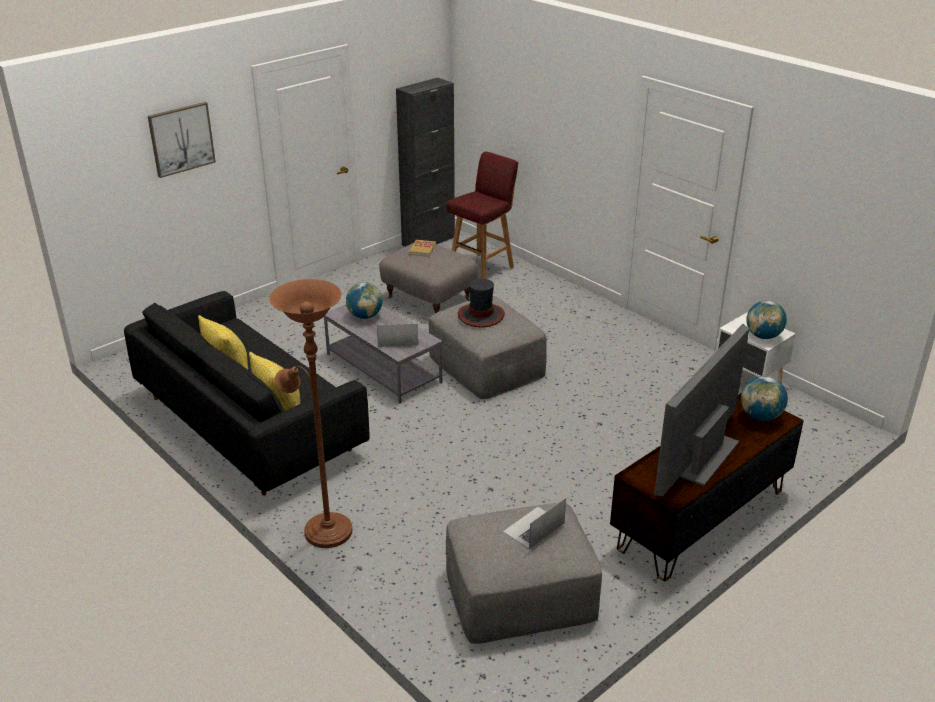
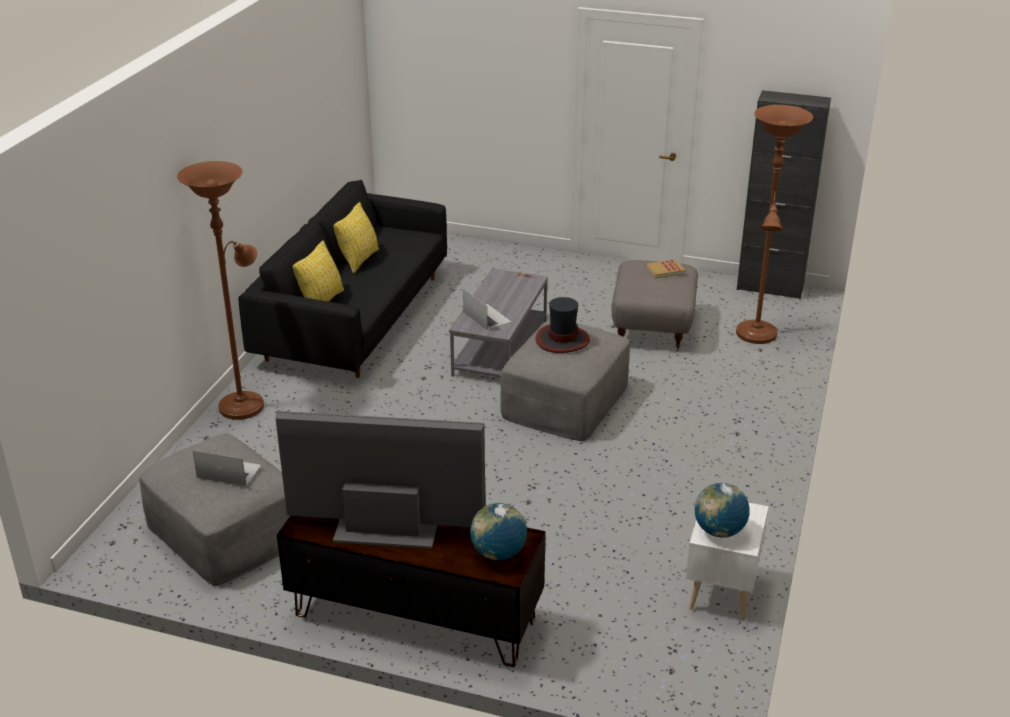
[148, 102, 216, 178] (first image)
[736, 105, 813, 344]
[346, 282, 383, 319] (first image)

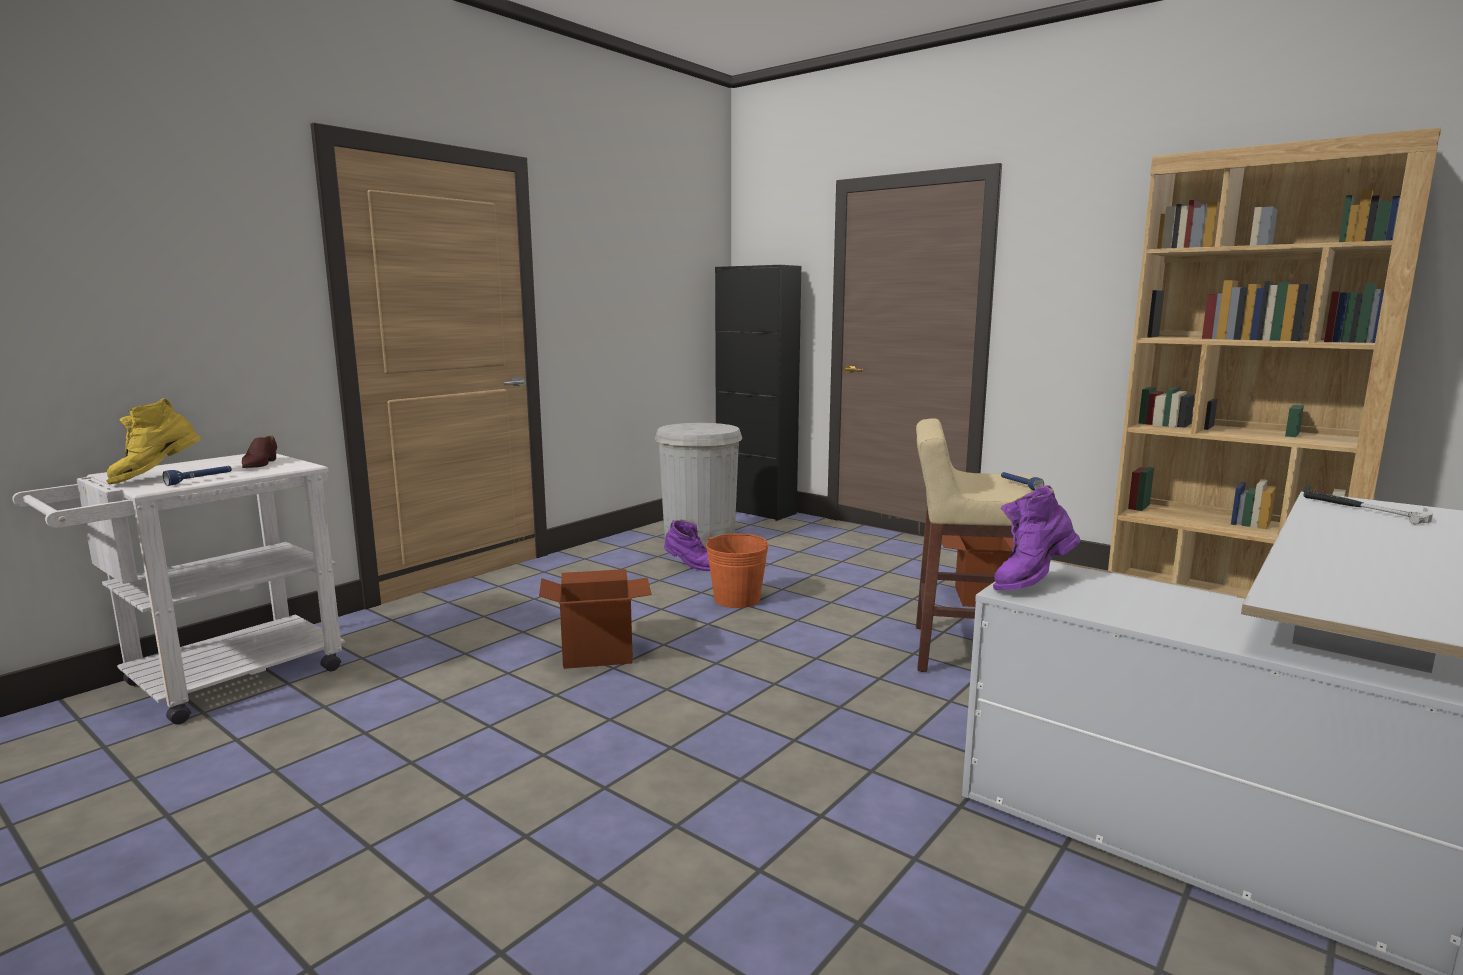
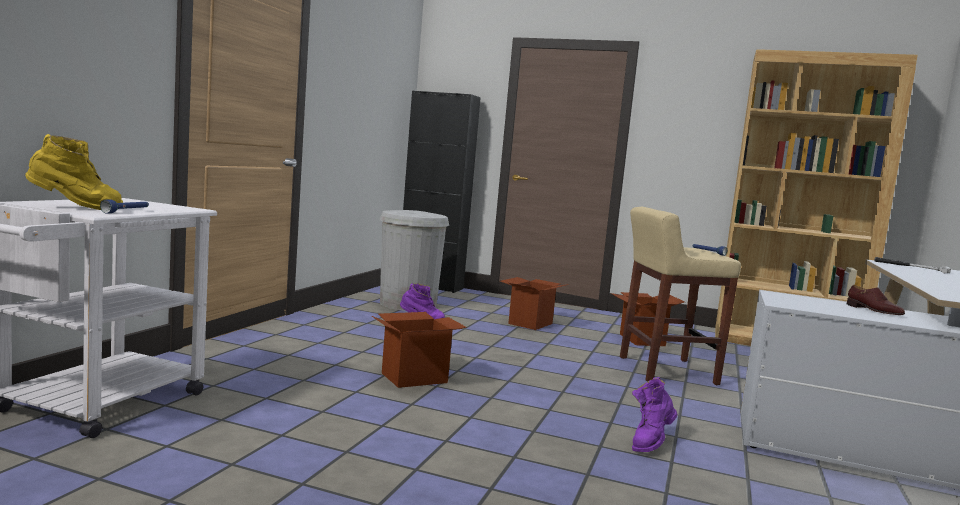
[25, 134, 123, 210]
[847, 285, 905, 315]
[632, 377, 677, 452]
[706, 534, 769, 608] (first image)
[500, 277, 569, 330]

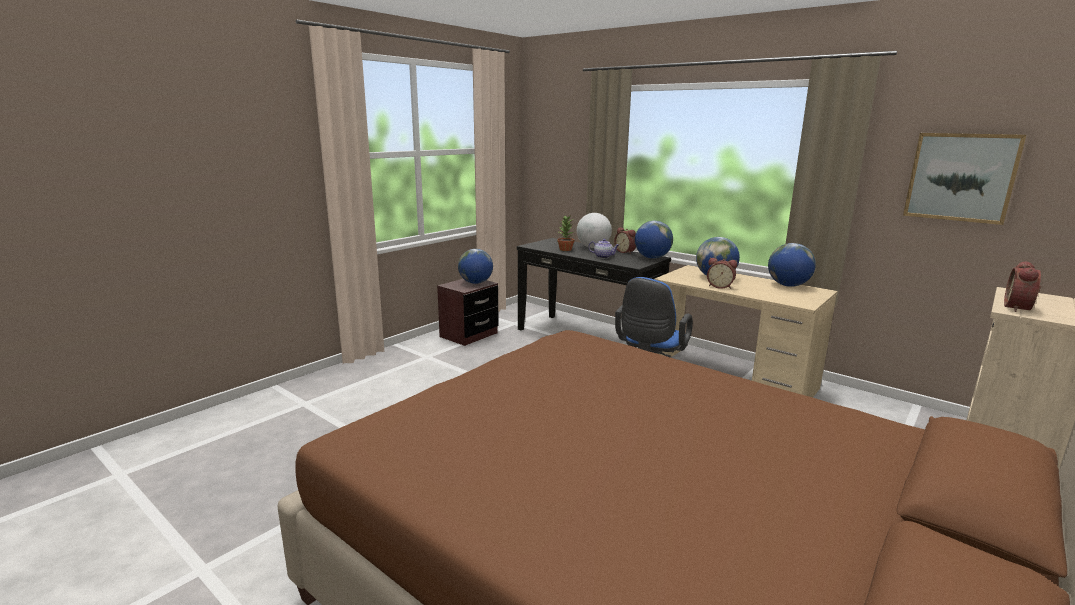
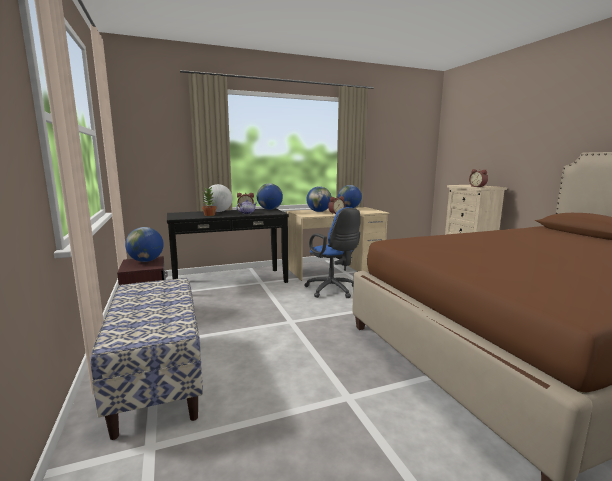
[903, 133, 1026, 225] (first image)
[91, 278, 203, 440]

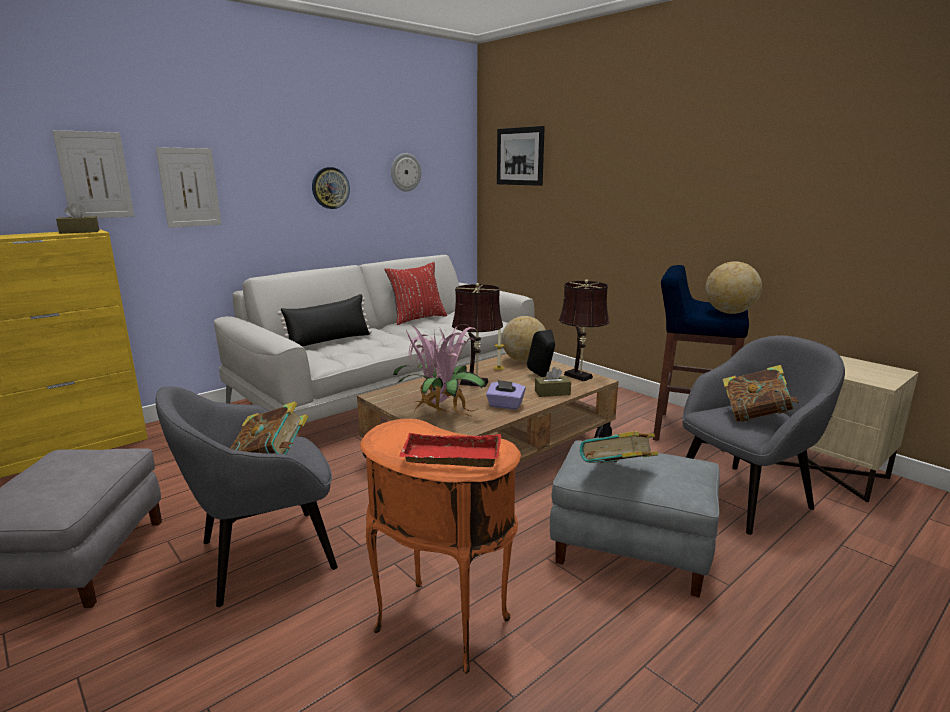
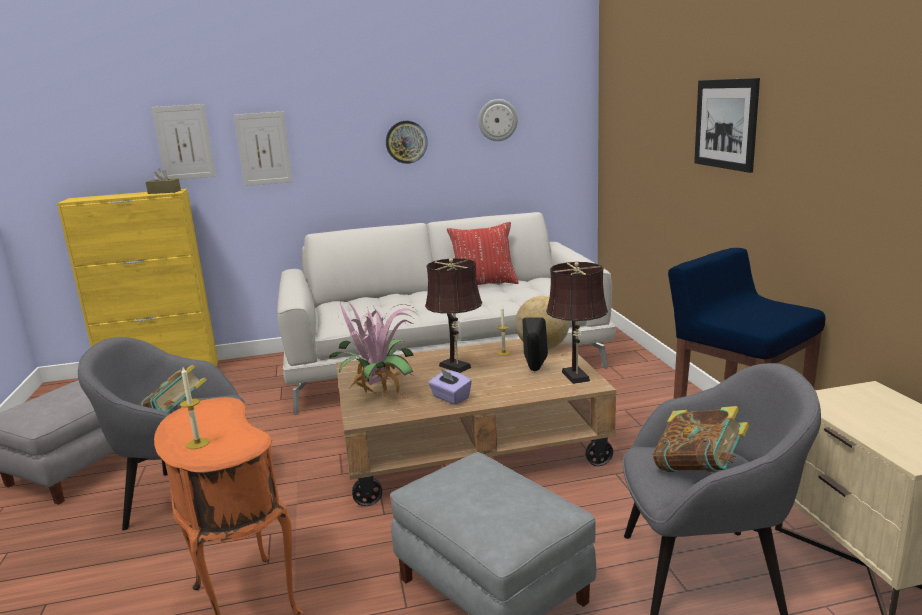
[694, 78, 760, 173]
[705, 261, 762, 314] (first image)
[277, 294, 372, 347] (first image)
[535, 367, 571, 397] (first image)
[580, 431, 658, 463] (first image)
[180, 367, 209, 449]

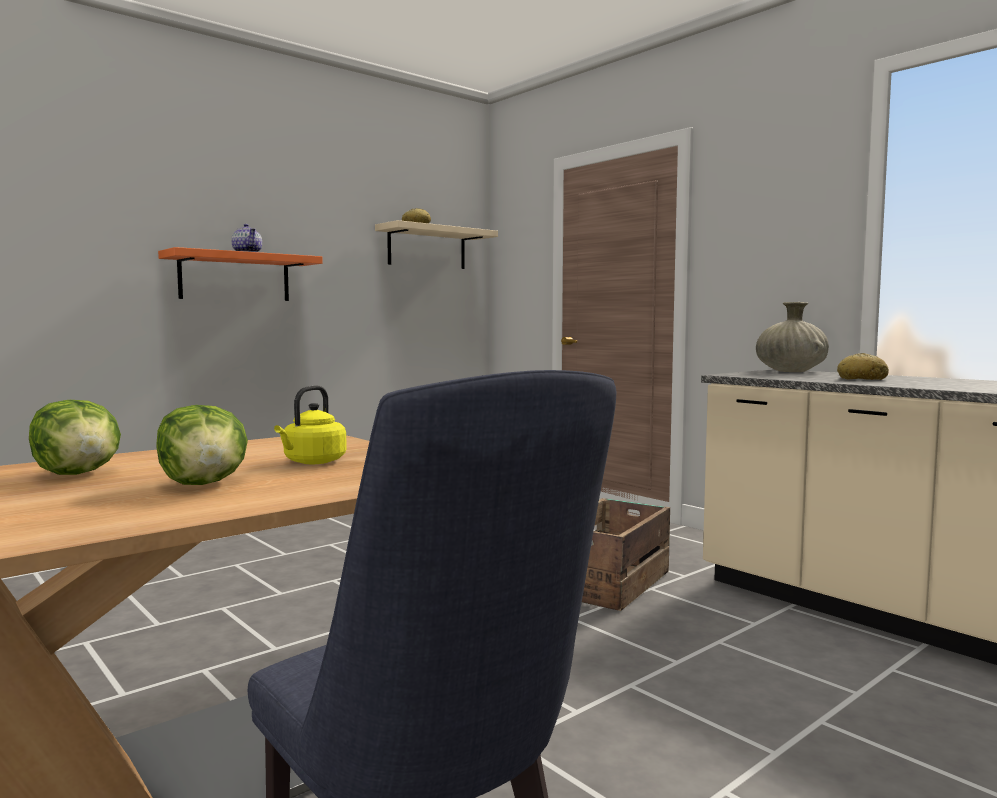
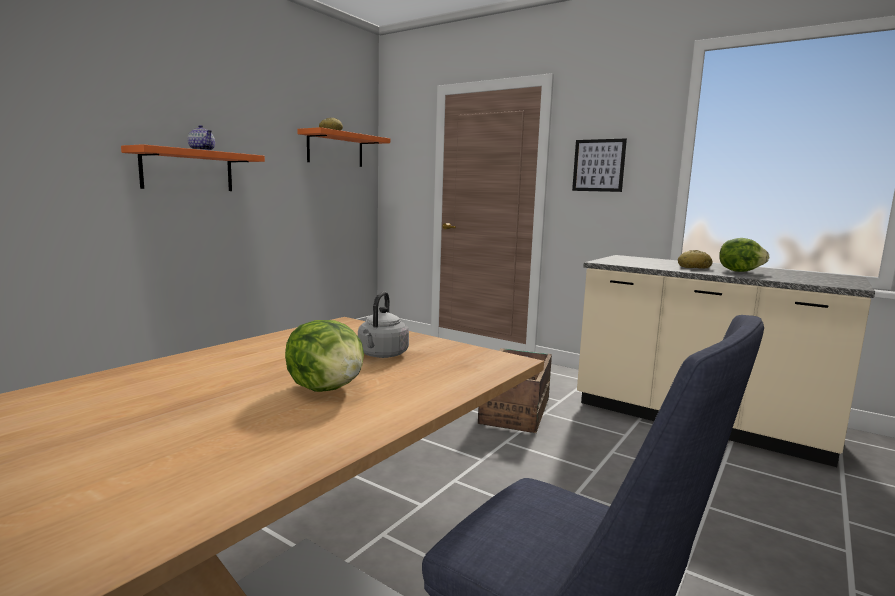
[297, 127, 390, 167]
[756, 302, 829, 372] (first image)
[358, 291, 409, 358]
[719, 238, 770, 272]
[572, 138, 627, 192]

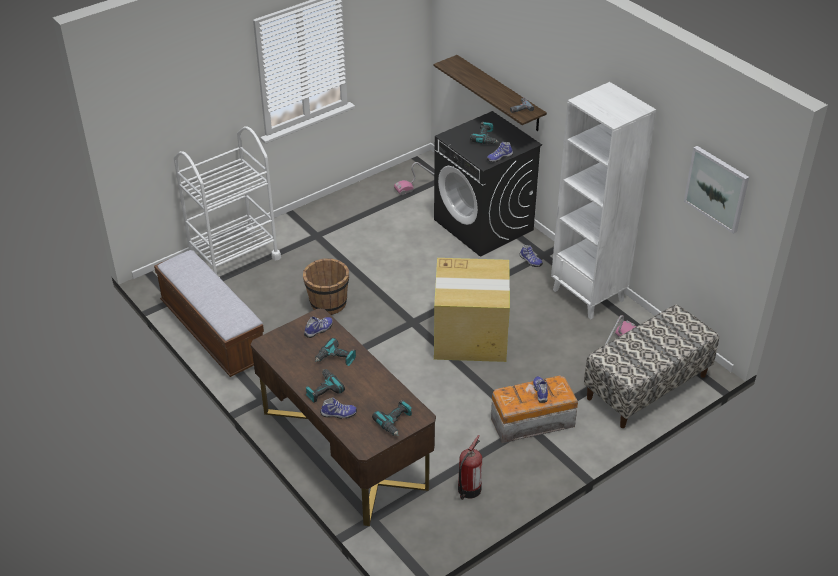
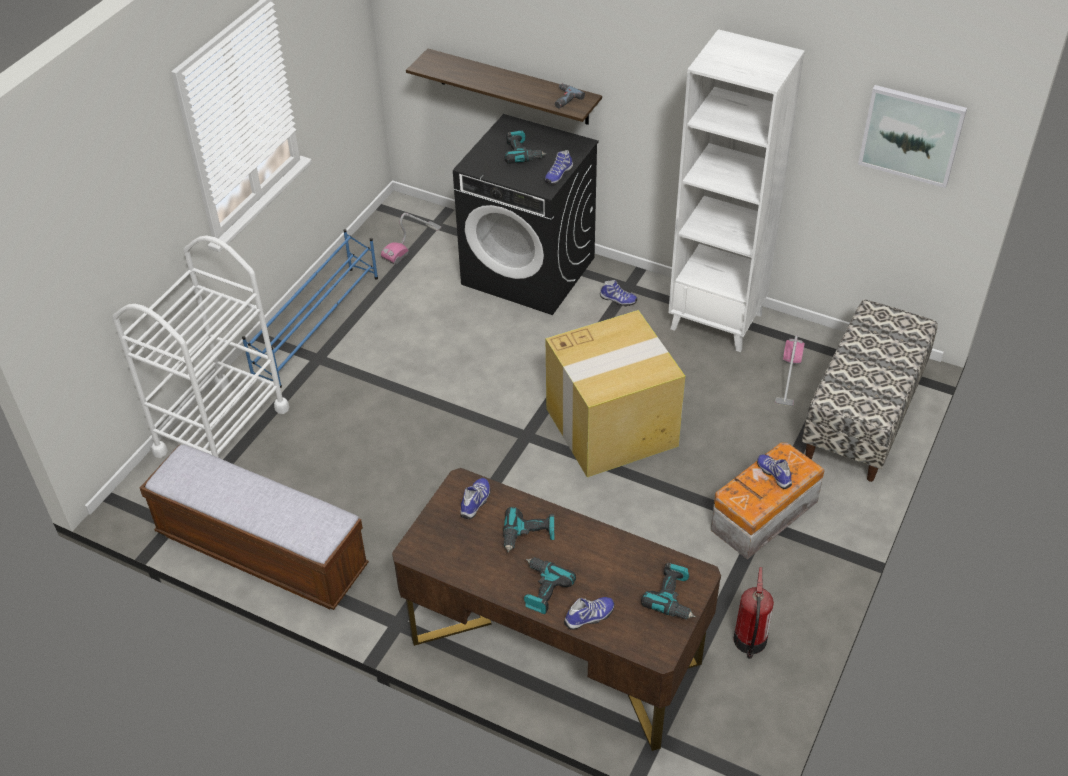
[303, 258, 349, 315] (first image)
[242, 229, 378, 388]

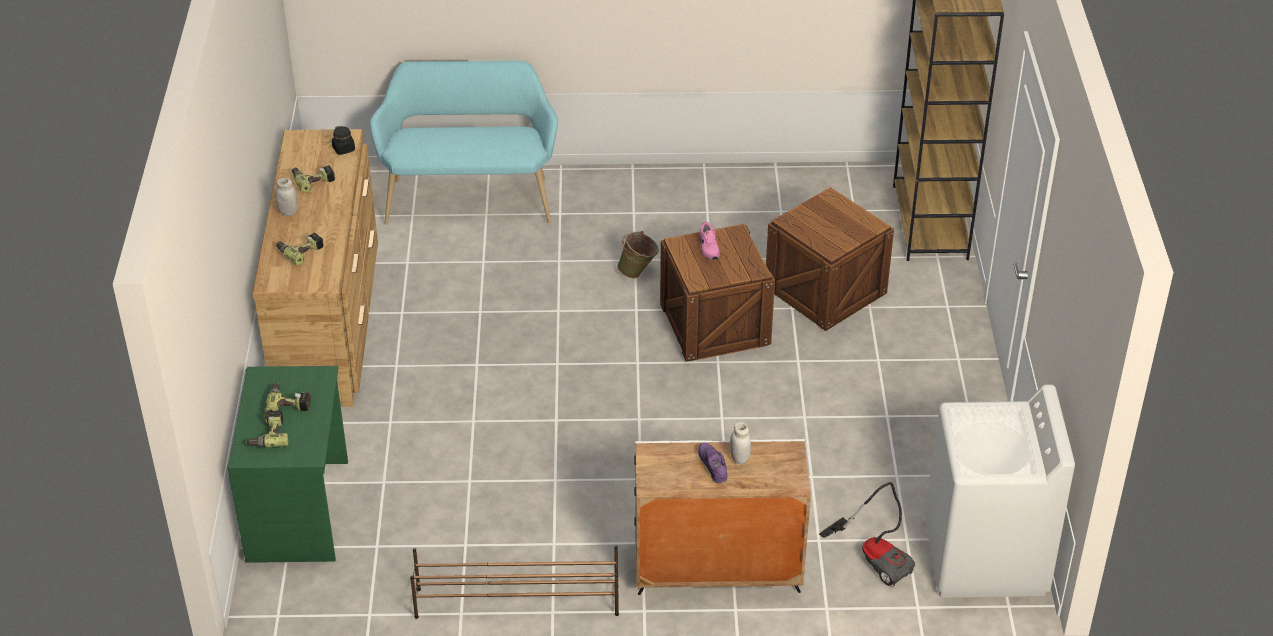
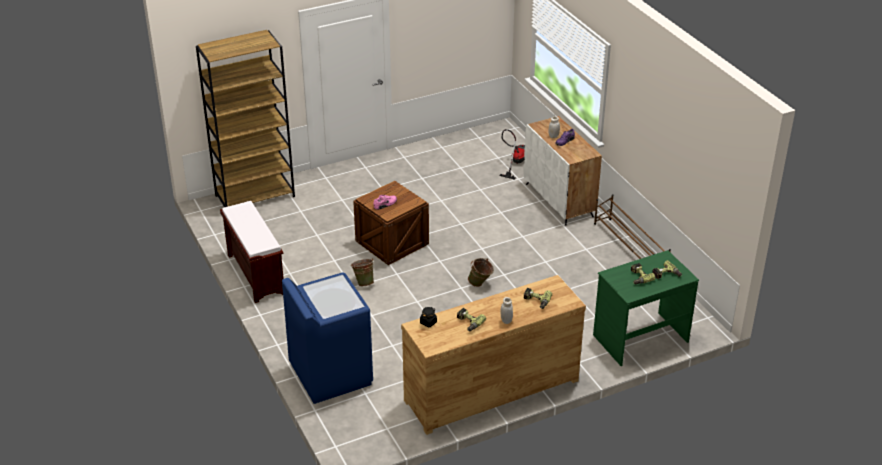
[282, 272, 373, 404]
[766, 187, 894, 331] (first image)
[924, 384, 1075, 598] (first image)
[220, 201, 284, 303]
[468, 258, 494, 287]

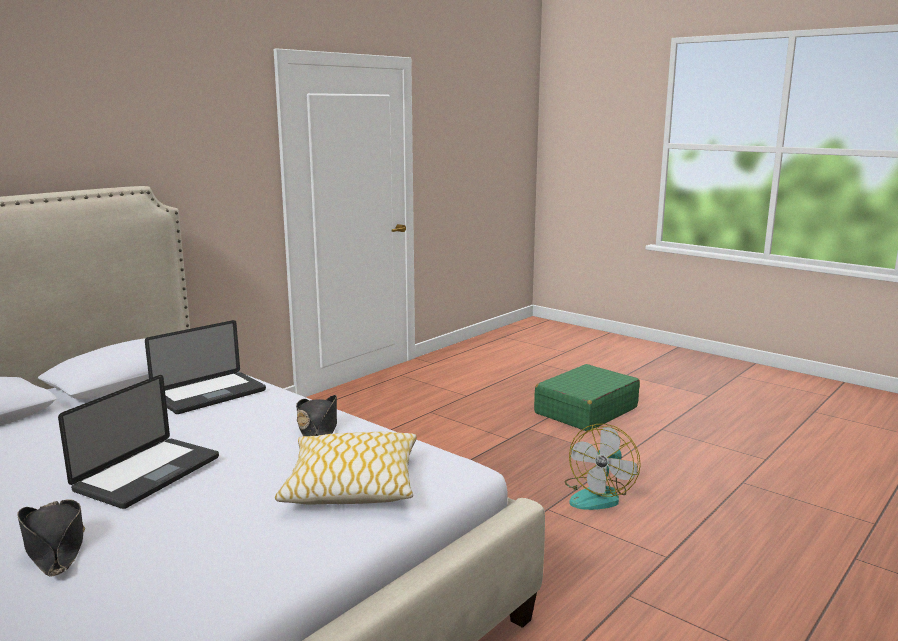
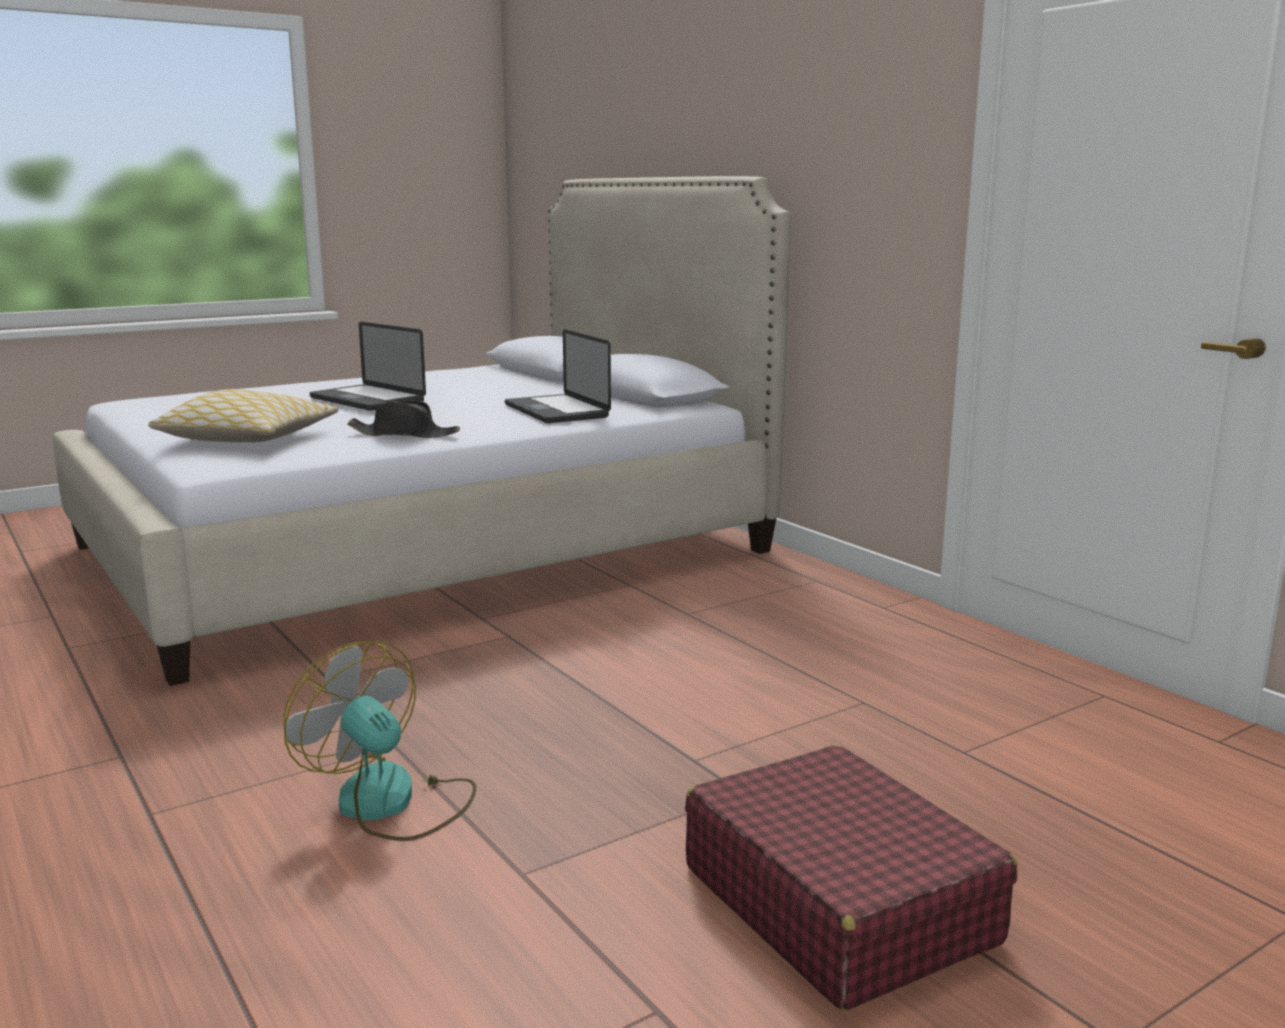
[685, 745, 1018, 1011]
[17, 499, 85, 577] (first image)

